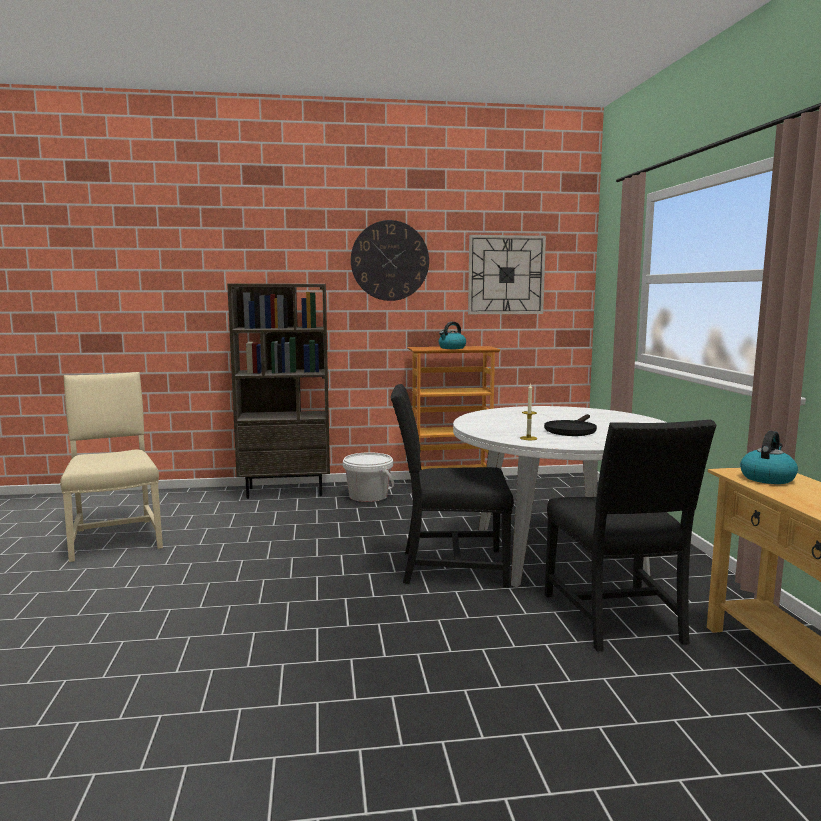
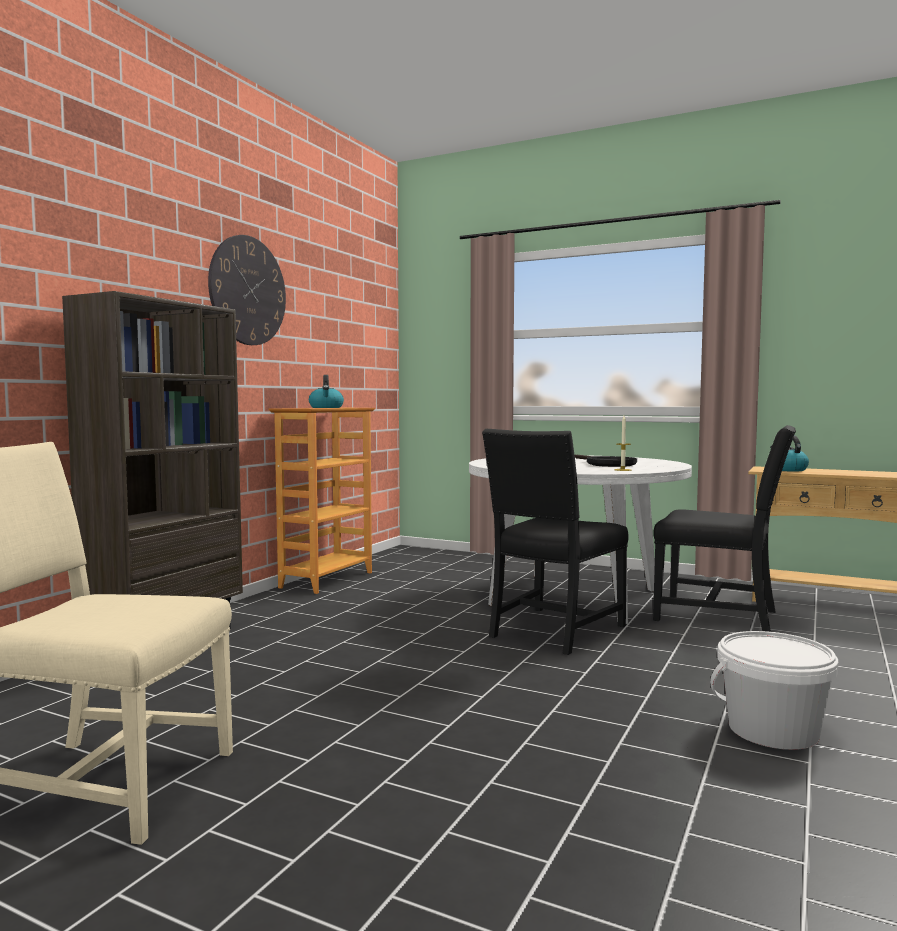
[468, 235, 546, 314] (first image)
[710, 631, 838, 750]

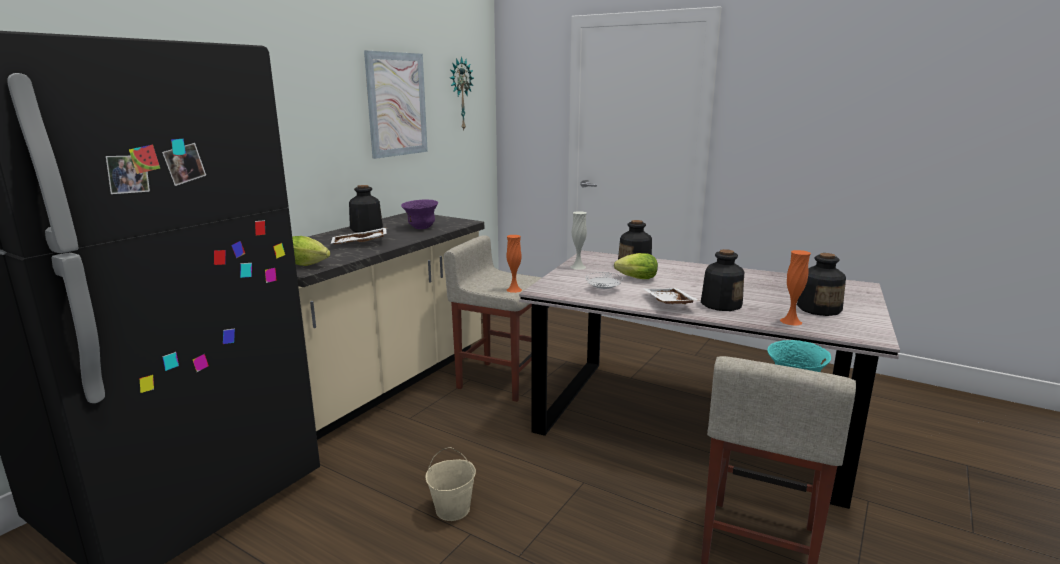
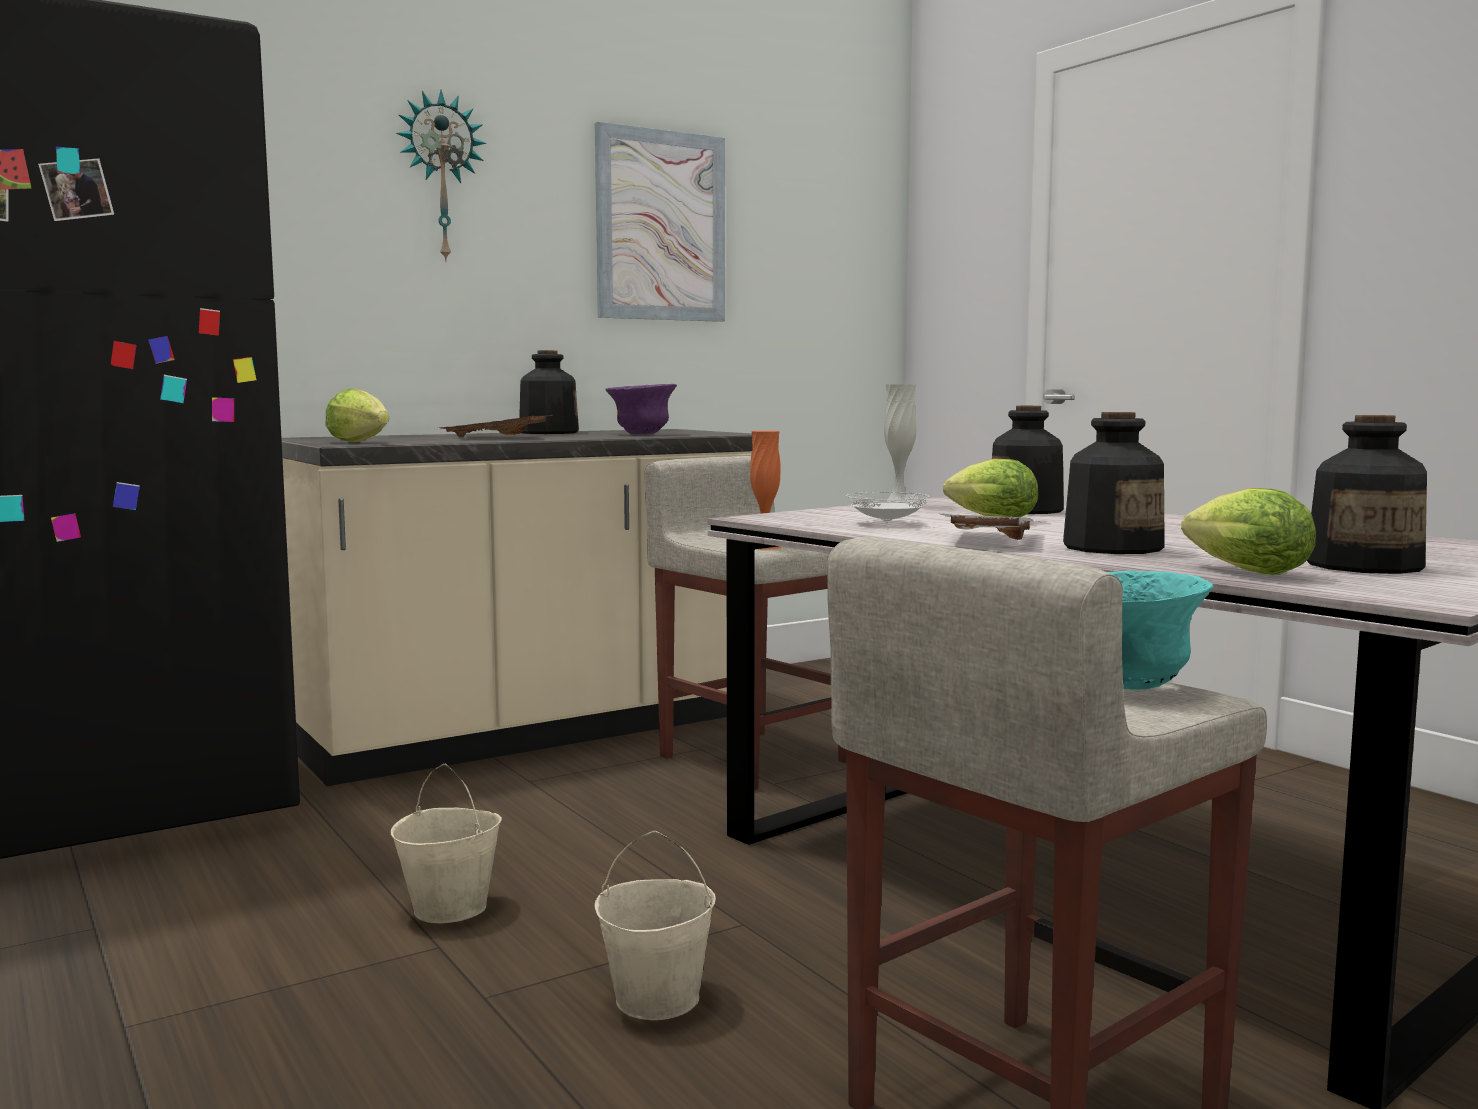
[396, 90, 486, 263]
[441, 415, 553, 437]
[1181, 488, 1316, 575]
[595, 831, 716, 1020]

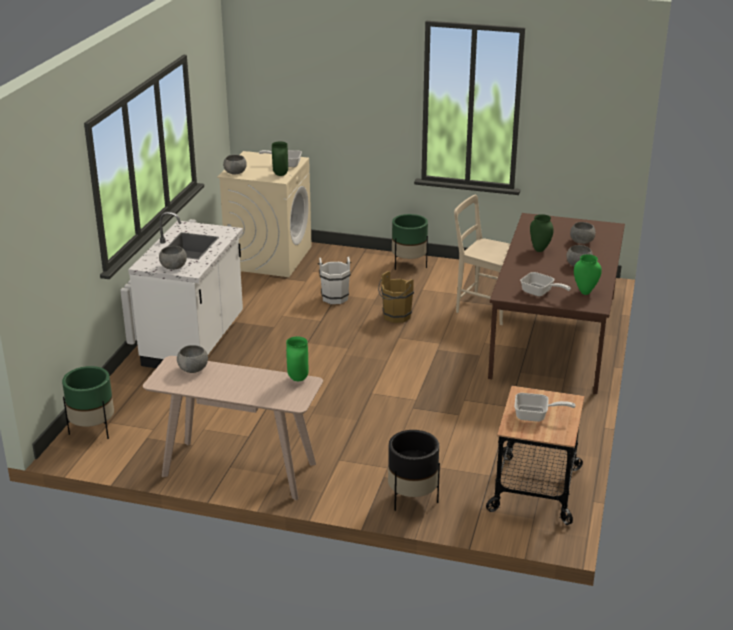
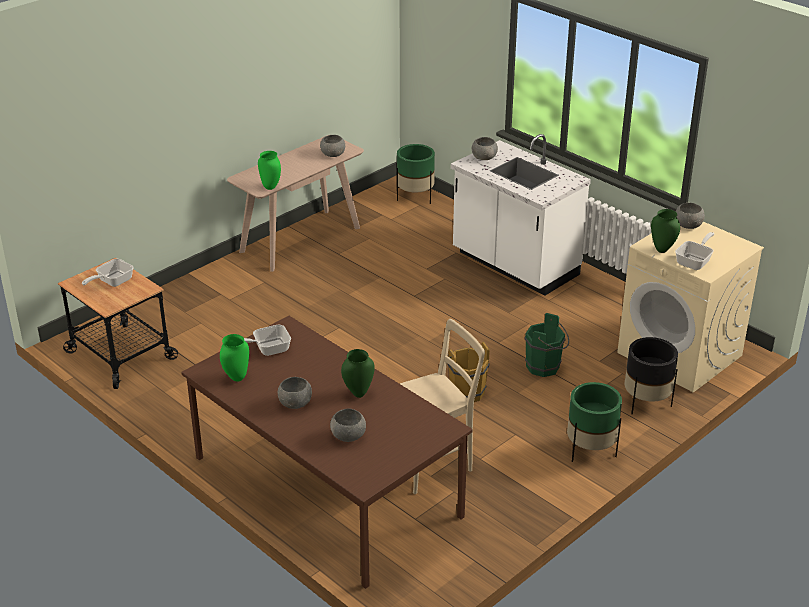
[524, 313, 569, 377]
[625, 337, 678, 414]

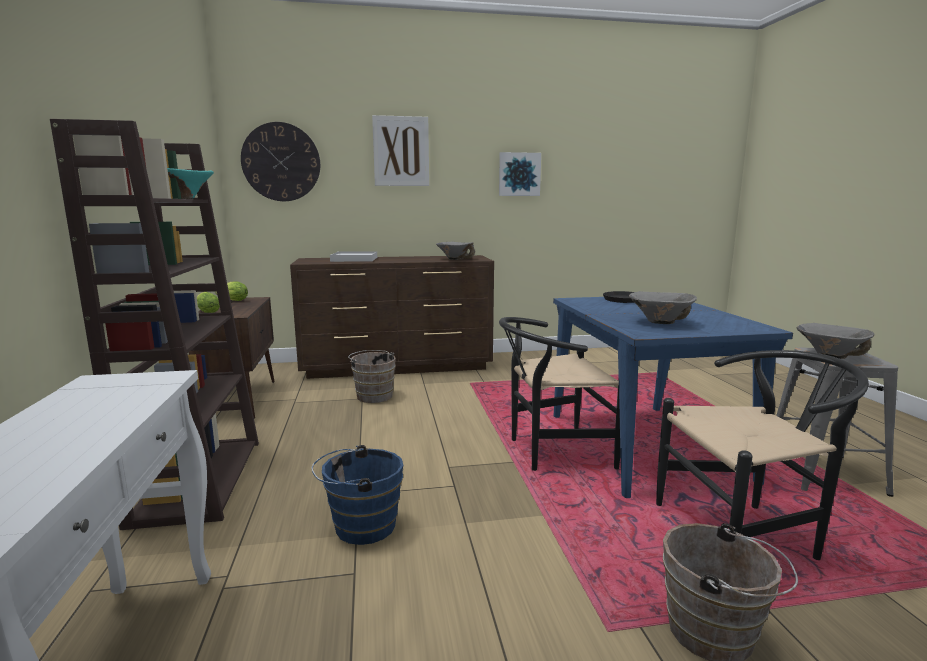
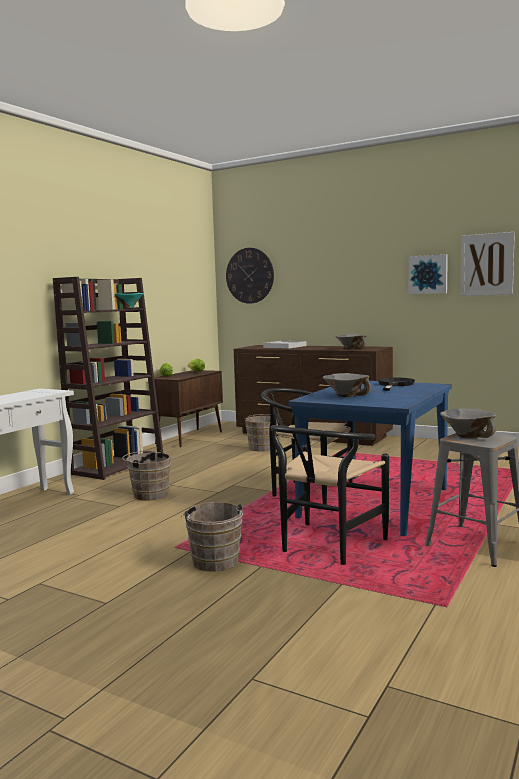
[460, 232, 515, 296]
[270, 425, 389, 565]
[122, 450, 171, 501]

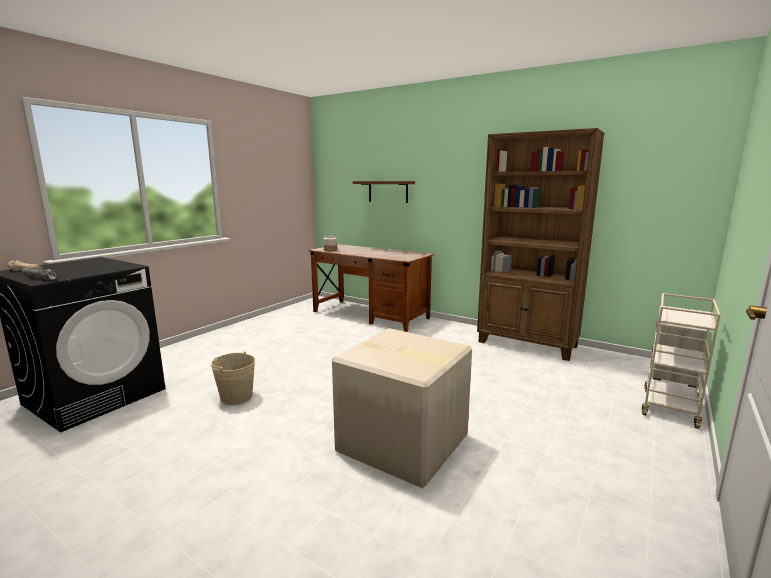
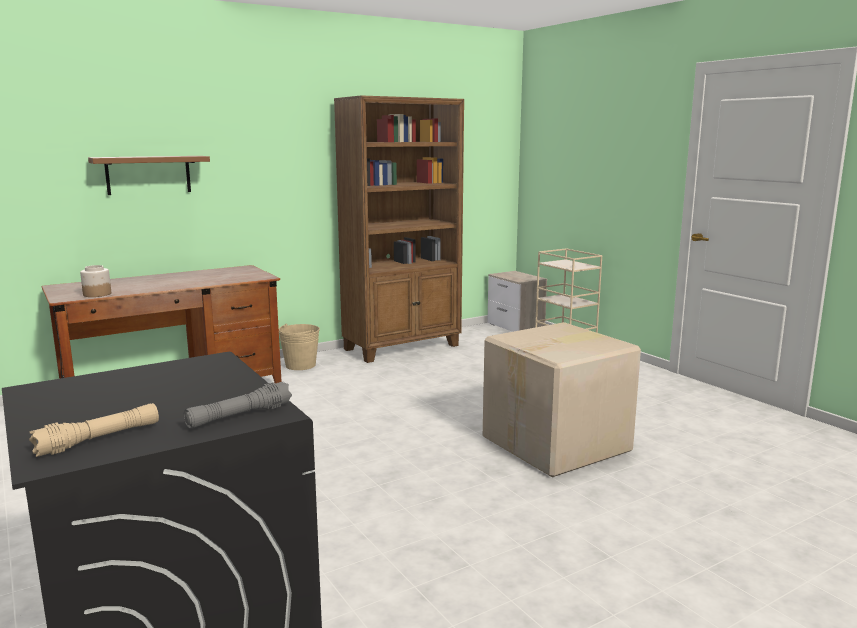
[279, 324, 320, 370]

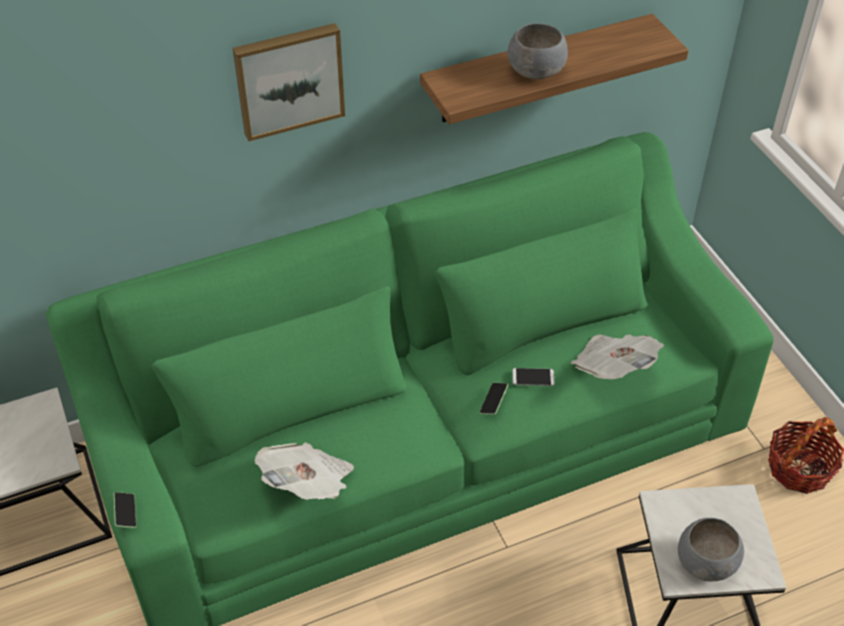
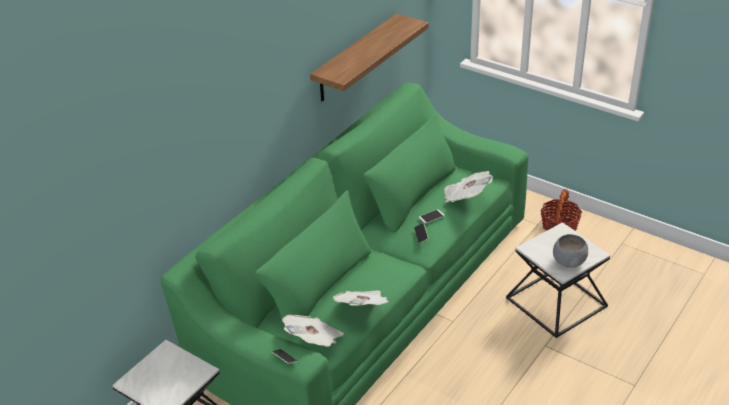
[233, 23, 345, 142] (first image)
[507, 23, 568, 79] (first image)
[282, 314, 344, 347]

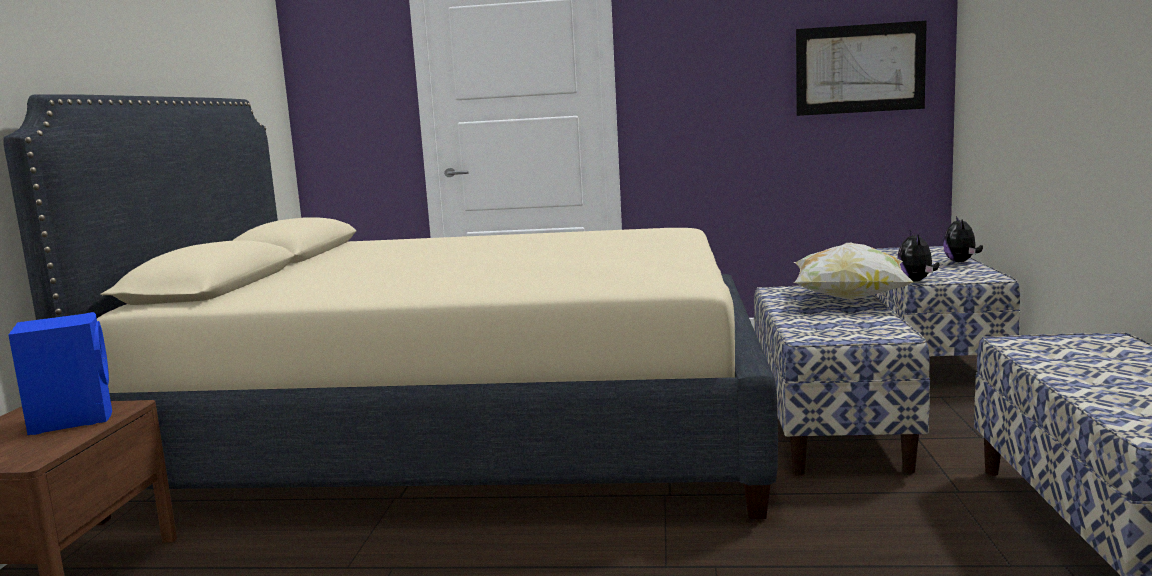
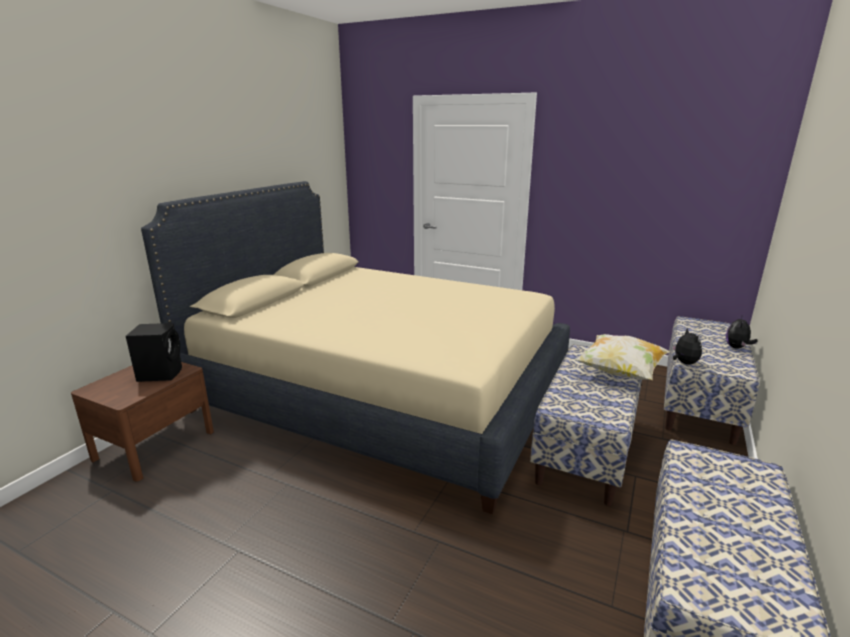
[796, 21, 927, 116] (first image)
[672, 328, 702, 365]
[126, 323, 182, 382]

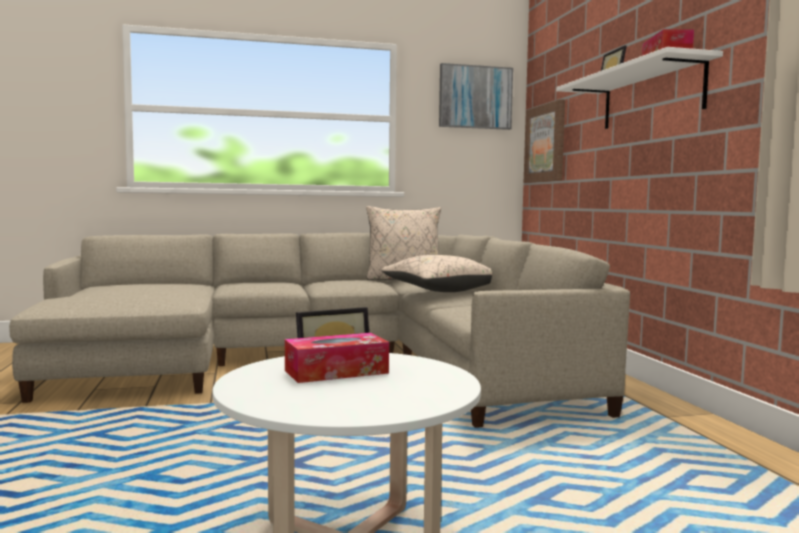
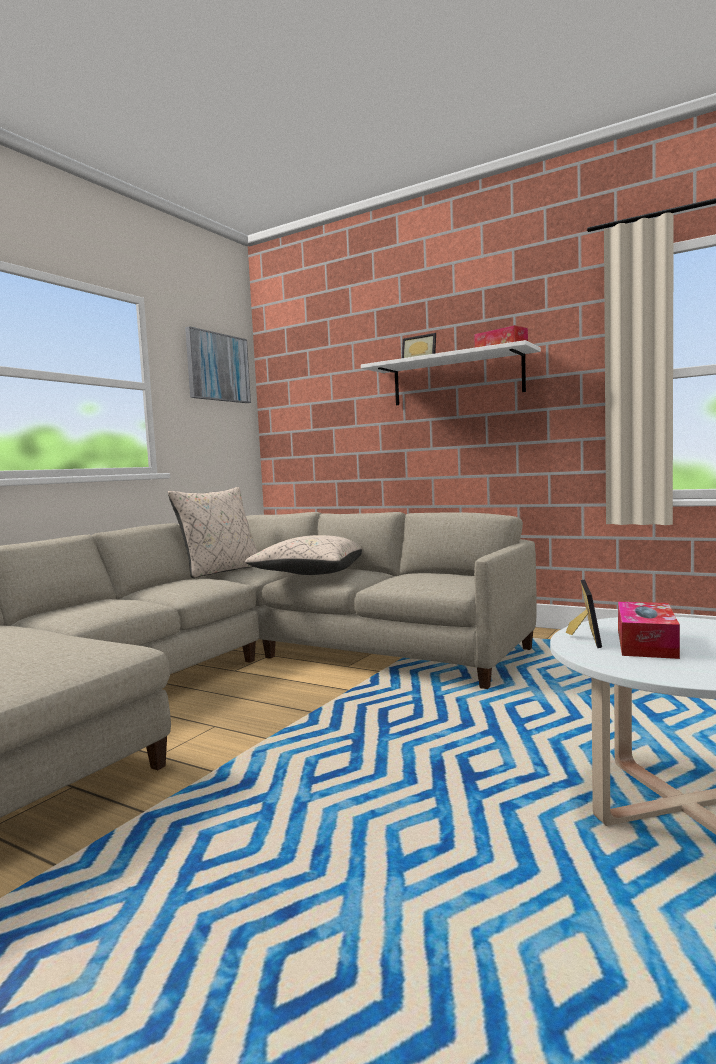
[524, 99, 565, 183] (first image)

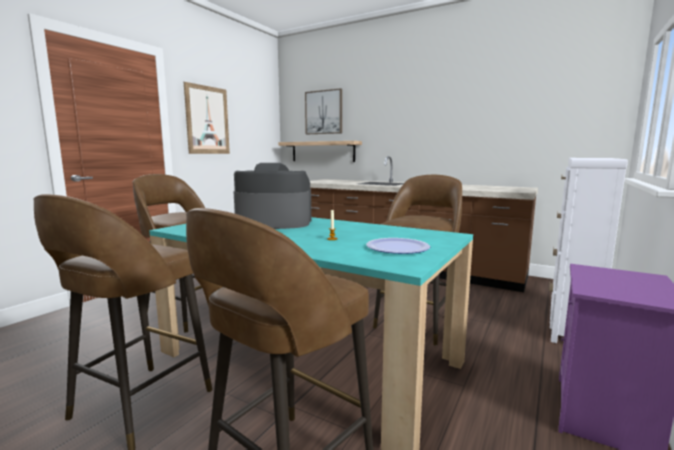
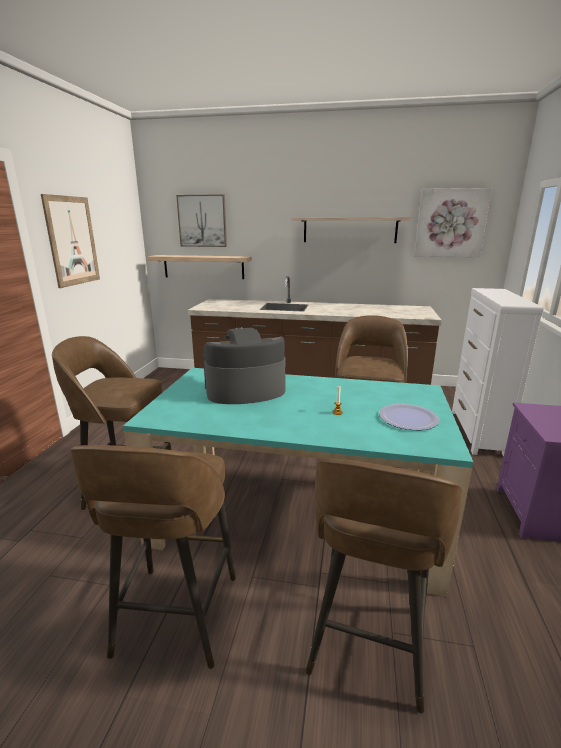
[414, 188, 492, 257]
[291, 217, 412, 243]

